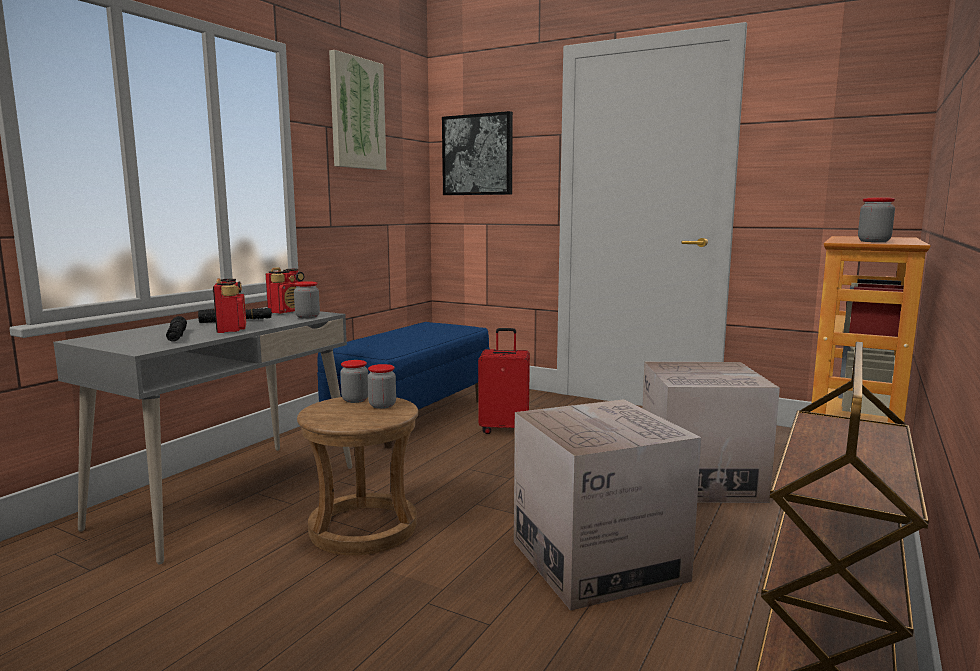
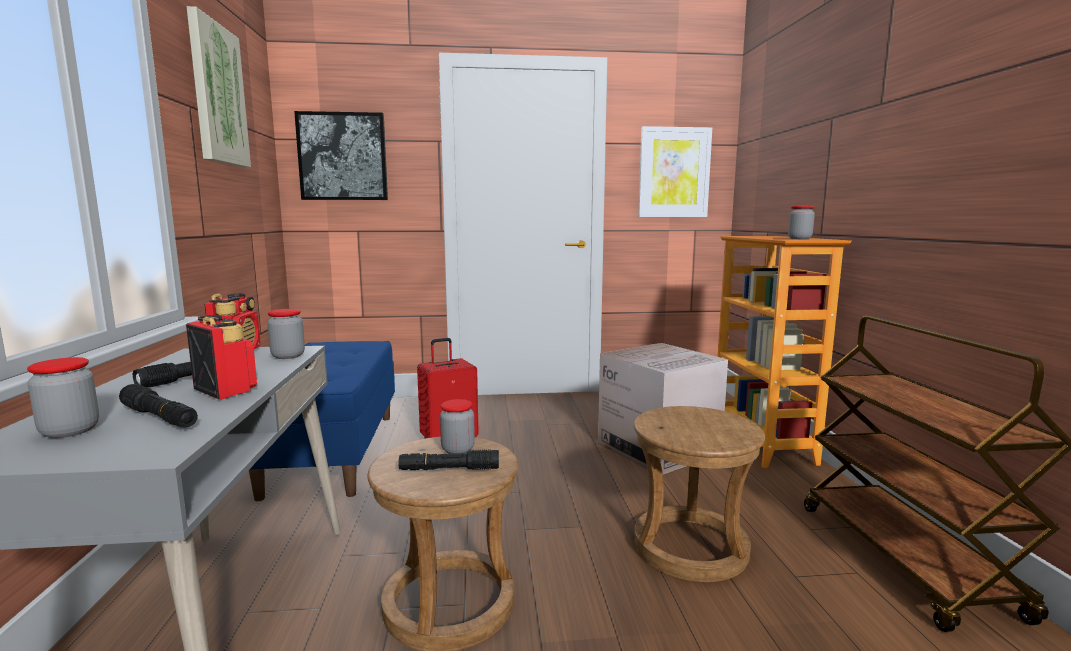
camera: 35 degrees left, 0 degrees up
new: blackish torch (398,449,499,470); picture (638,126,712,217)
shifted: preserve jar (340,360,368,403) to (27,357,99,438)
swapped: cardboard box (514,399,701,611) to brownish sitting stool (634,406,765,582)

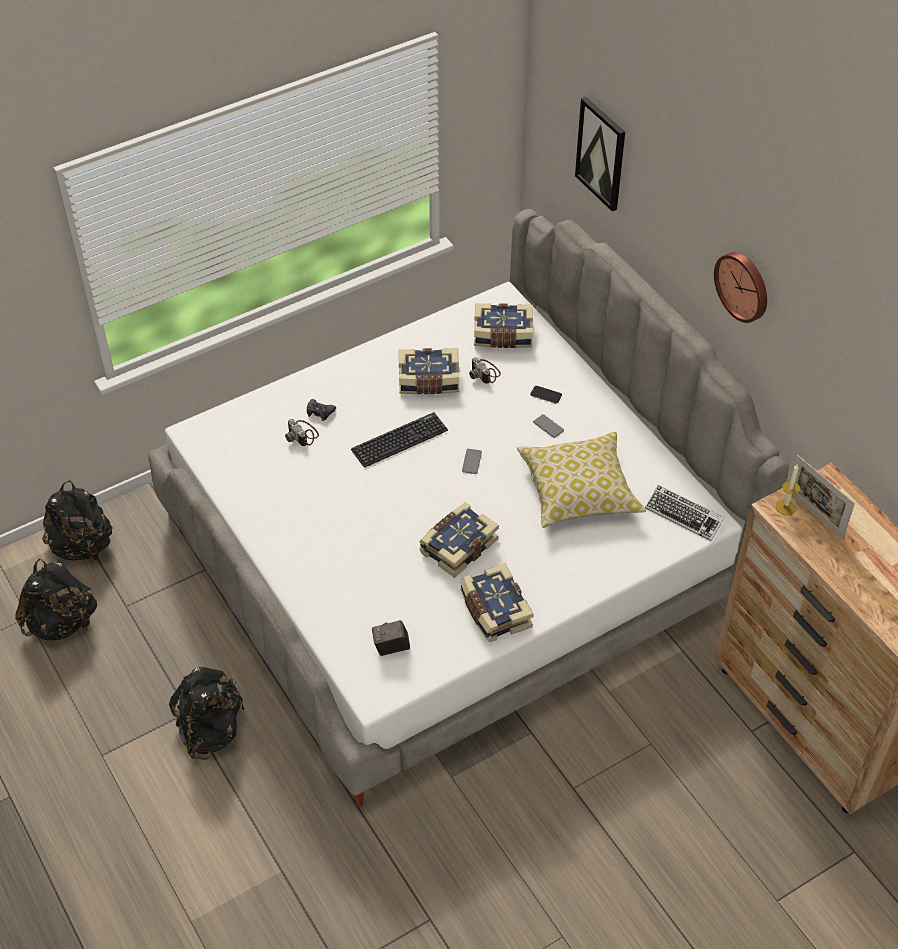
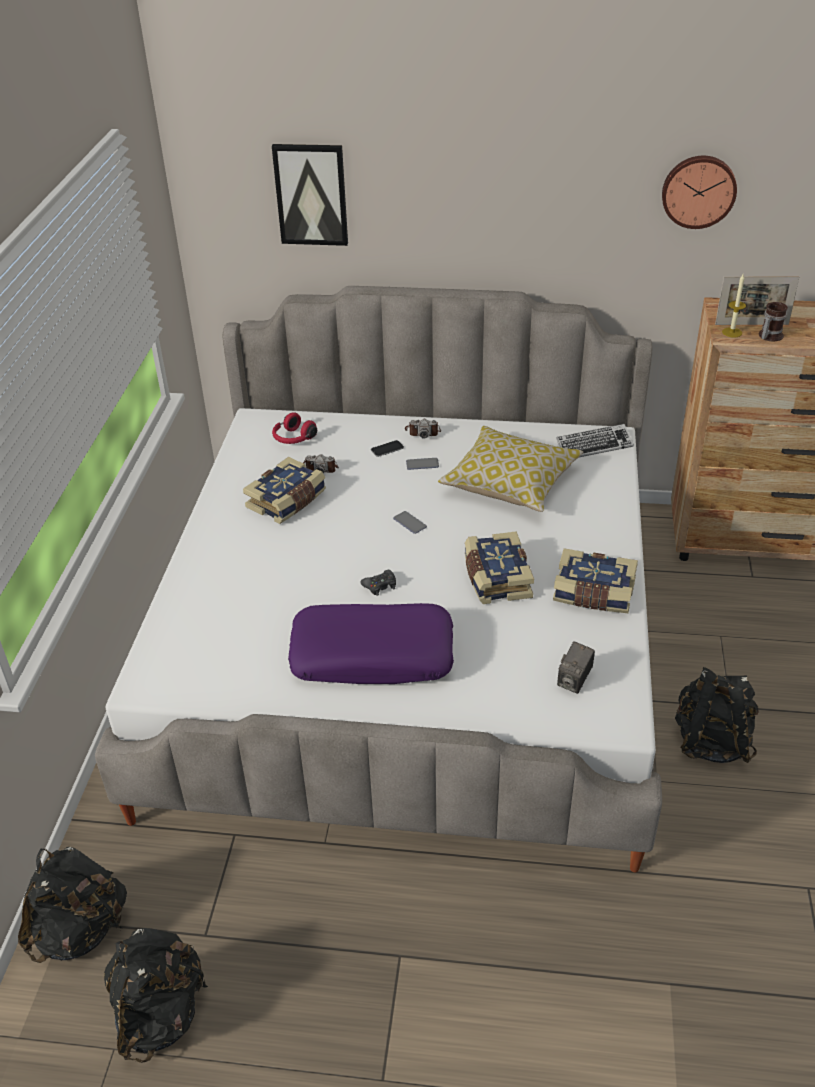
camera: 50 degrees left, 10 degrees down
gone: computer keyboard (351,412,448,467)
new: purple-coloured pillow (288,603,454,684); coffee mug (759,302,788,341)
shifted: blackish knapsack (169,667,245,760) to (675,667,759,763); photo camera (285,419,319,446) to (405,419,441,439); blackish joypad (307,399,336,421) to (360,570,396,596); wall clock (714,252,767,323) to (662,156,737,229)
swapped: book (474,303,533,348) to reddish headset (272,412,317,444)

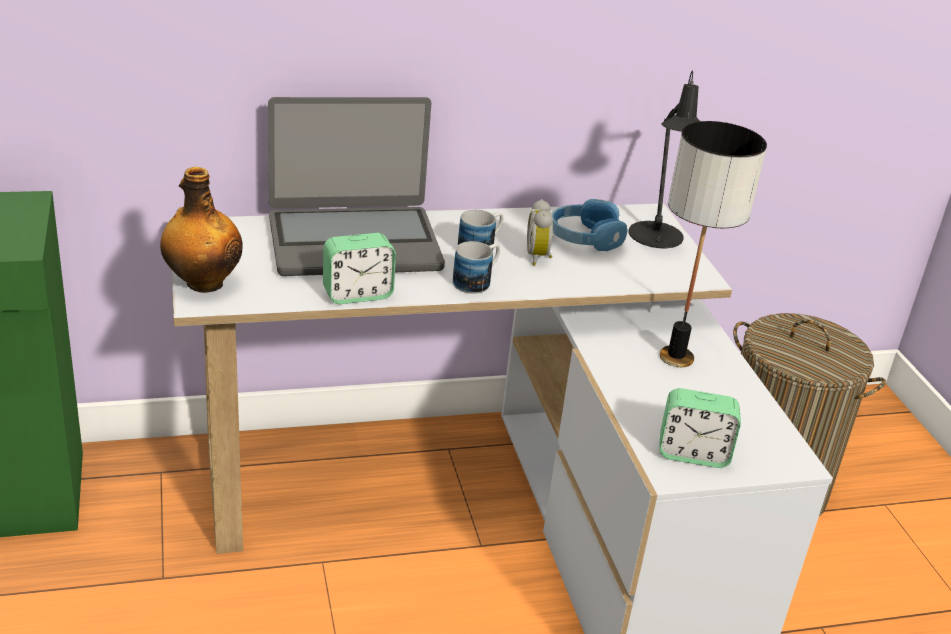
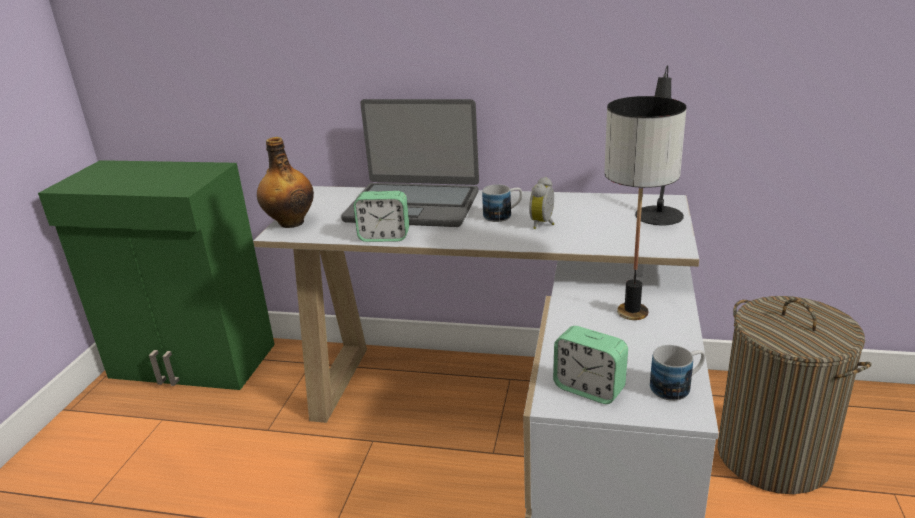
camera: 30 degrees right, 5 degrees down
gone: blue headset (552,199,628,251)
shifted: coffee mug (453,241,500,294) to (650,345,705,401)

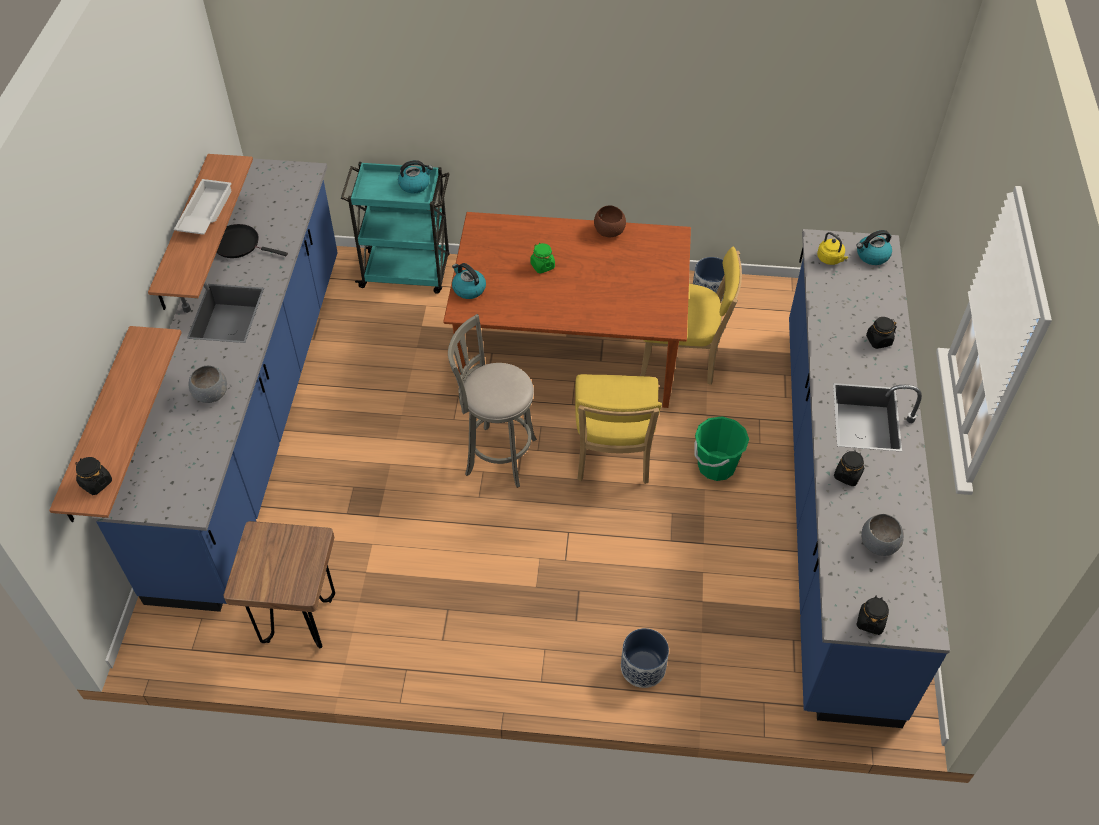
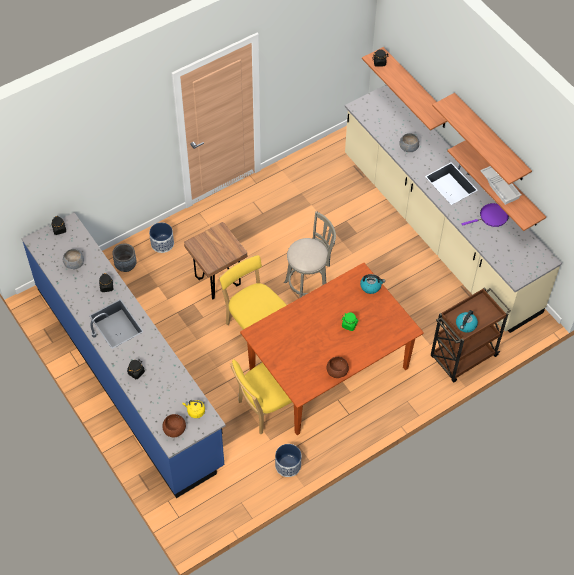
camera: 140 degrees right, 5 degrees up
gone: greenish pail (694,416,749,481)
new: gray flower pot (112,243,137,272); bracket shelf (432,93,532,185)
shifted: brownish sitting stool (224,521,335,648) to (184,222,247,299)
swapped: kettle (856,230,892,265) to brownish serving bowl (162,414,186,437)
repainted: blue counter (93,159,338,612) to sand-coloured counter (345,85,562,333); blackish skillet (216,224,288,258) to purple-coloured skillet (462,203,509,227); blue-green trolley (341,162,450,294) to brownish trolley (431,287,511,382)

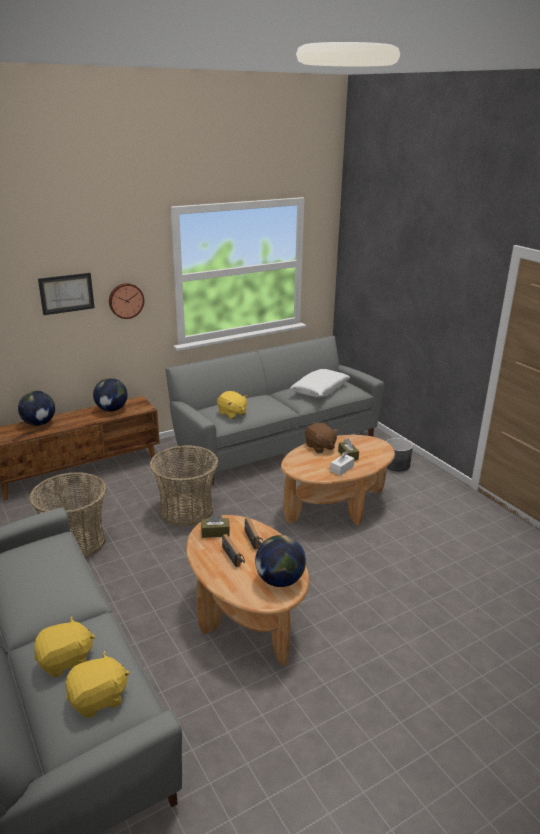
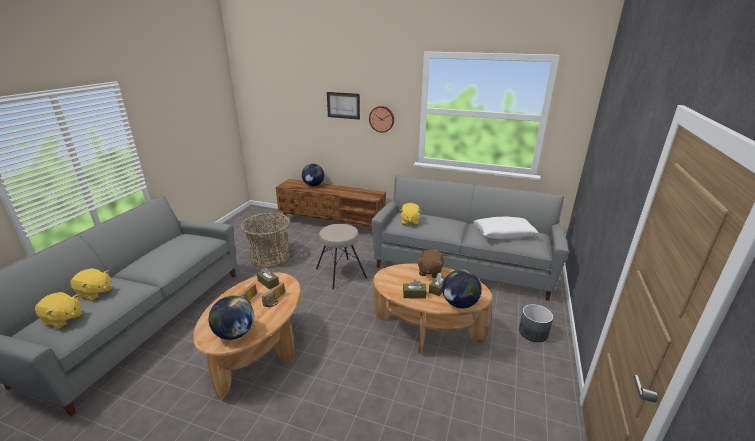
camera: 50 degrees right, 0 degrees up
shifted: desk globe (93,378,128,412) to (442,269,482,308)
swapped: household basket (150,445,219,526) to sand-coloured sitting stool (316,224,367,289)
repainted: white box of tissues (330,452,354,475) to brownish box of tissues (403,280,427,299)

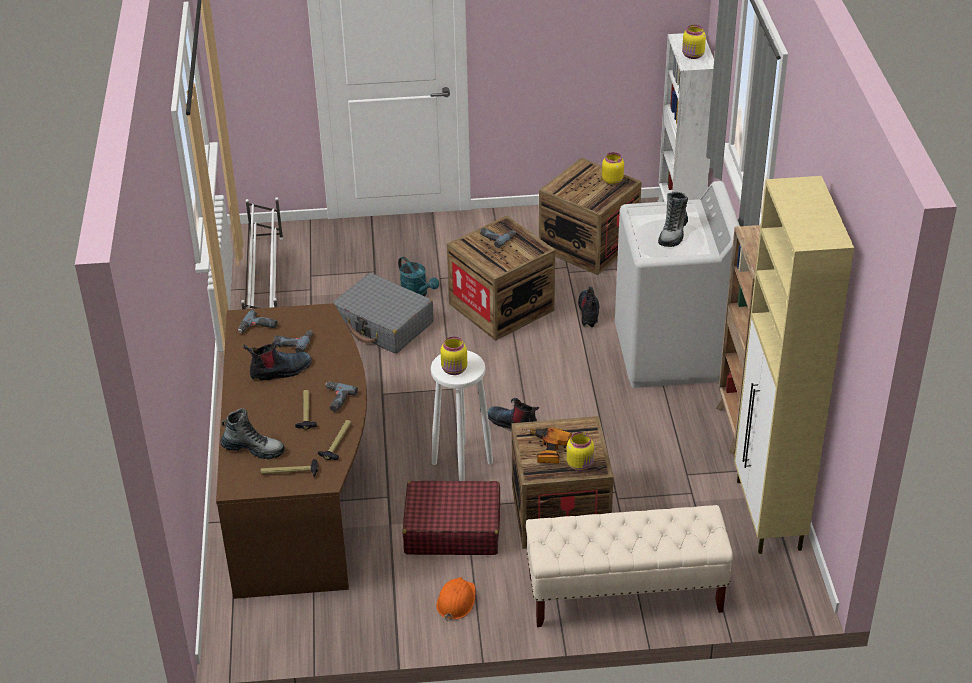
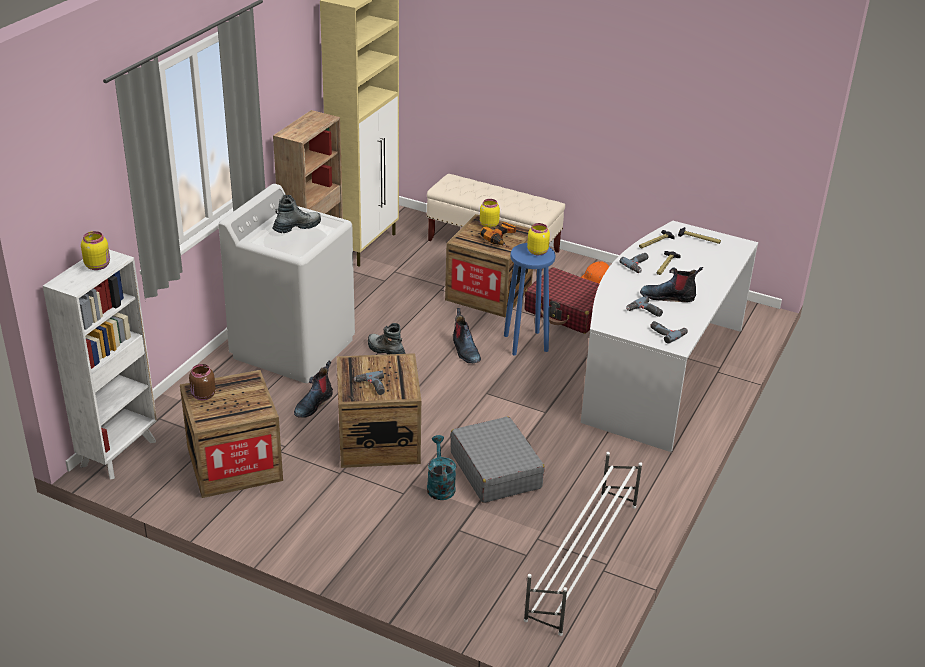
camera: 150 degrees left, 5 degrees down
shifted: tall boot (220,408,285,459) to (368,323,406,354)
repainted: brownish desk (216,303,367,599) to white desk (581,221,758,452); white sitting stool (431,351,493,481) to blue sitting stool (504,243,556,355); yellowish preserve jar (602,152,624,185) to brownish preserve jar (189,364,216,400)

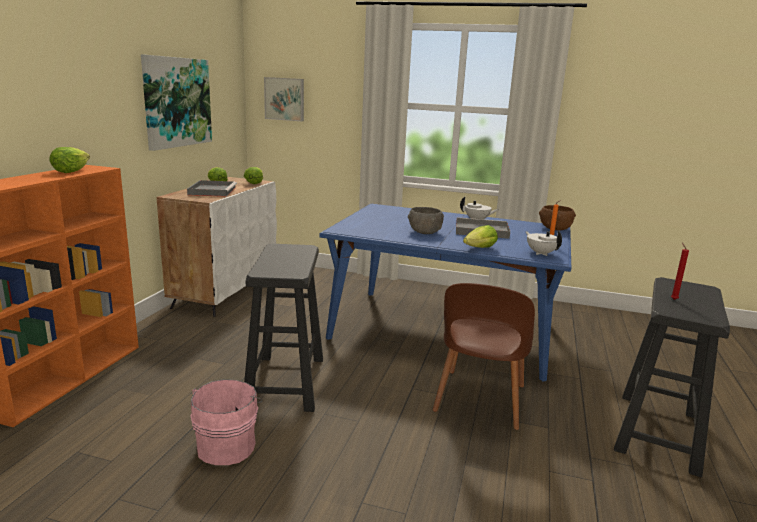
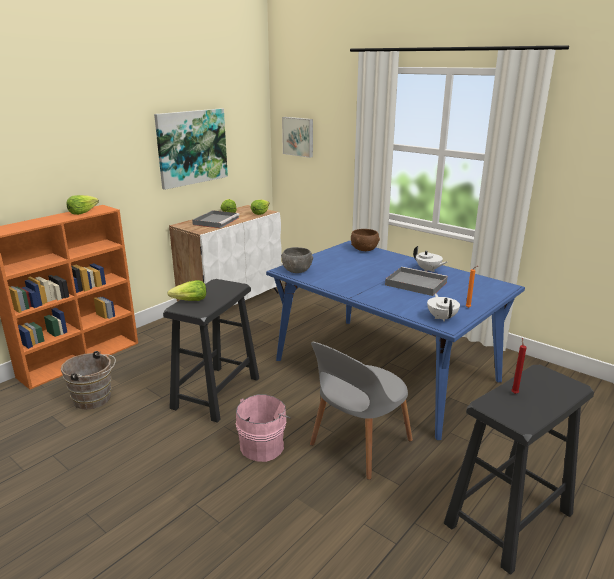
camera: 25 degrees right, 5 degrees up
new: brownish pail (61,351,116,410)
shifted: pink-coloured pail (191,379,263,465) to (236,395,291,462); gray serving bowl (408,207,444,234) to (281,247,313,273); head of lettuce (463,225,498,248) to (167,280,206,301); brownish serving bowl (539,205,576,231) to (351,229,380,251)
repainted: brownish plain chair (433,283,535,430) to gray plain chair (310,342,413,480)

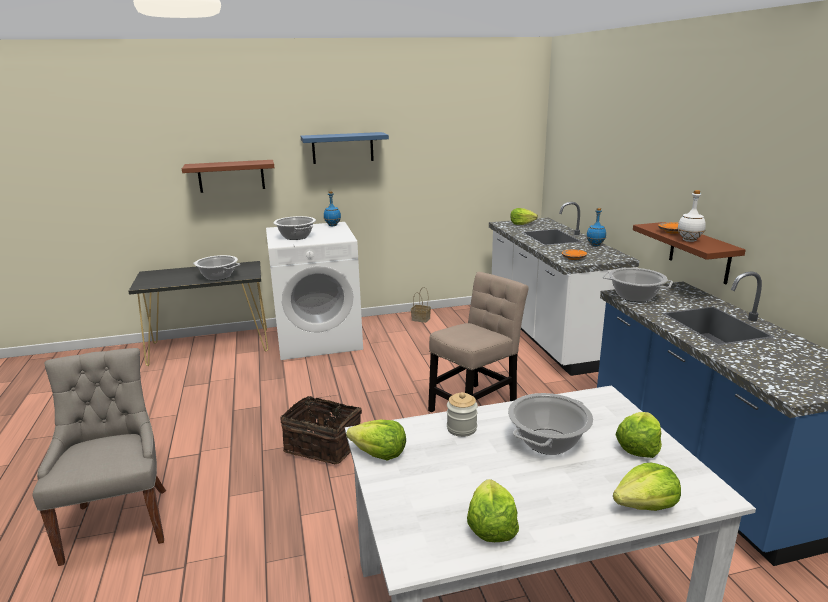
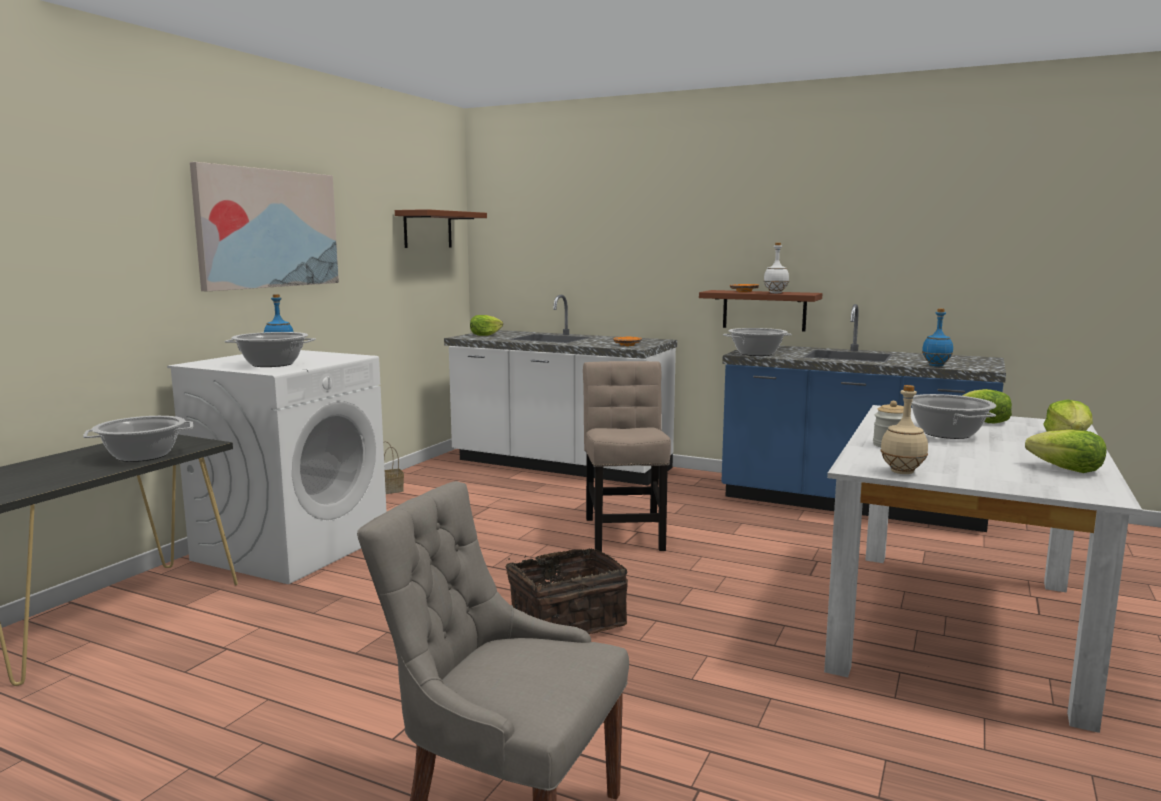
camera: 50 degrees left, 10 degrees down
shifted: brownish bracket shelf (182,160,274,193) to (395,209,487,248); blue drink bottle (586,208,606,246) to (922,308,953,366)
swapped: blue bracket shelf (301,132,389,164) to picture (190,162,339,291); head of lettuce (346,419,406,461) to sand-coloured drink bottle (880,385,928,474)

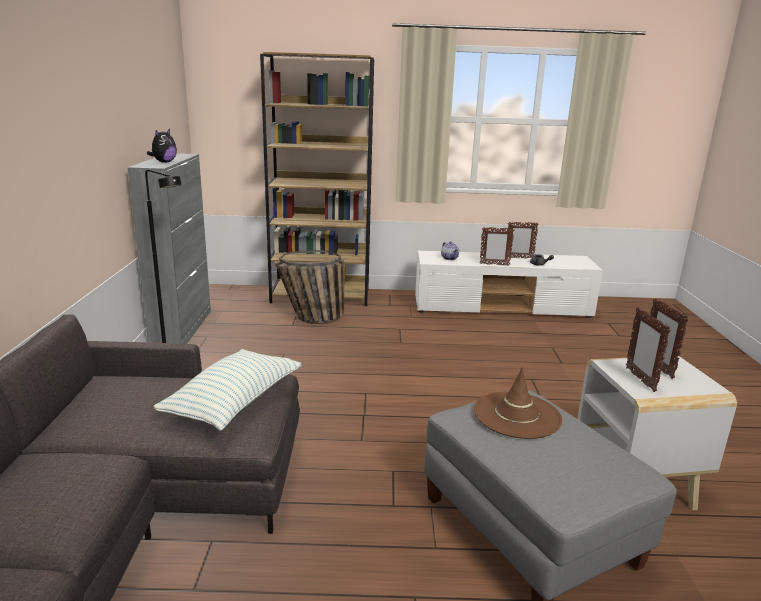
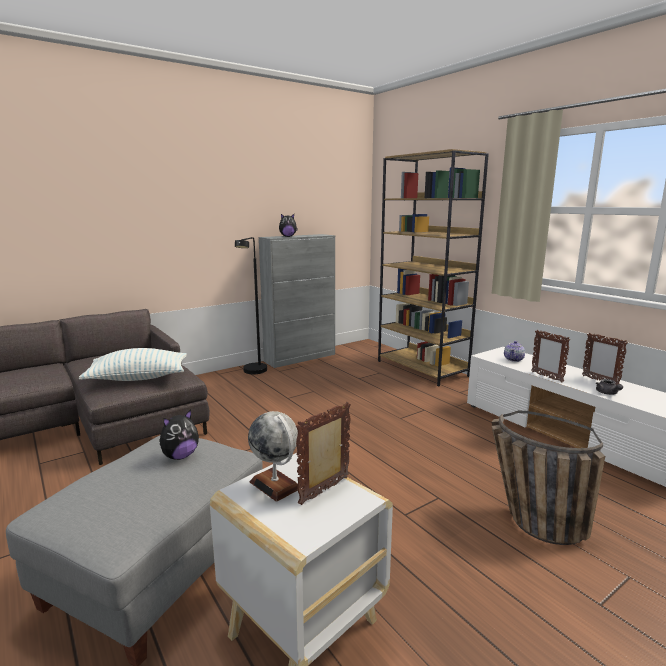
camera: 55 degrees right, 5 degrees down
shifted: household basket (275,250,344,324) to (492,410,605,545)
swapped: brownish wearable hat (474,367,562,439) to cuddly toy (159,410,199,460); standing frame (626,307,671,392) to desk globe (248,411,298,502)

